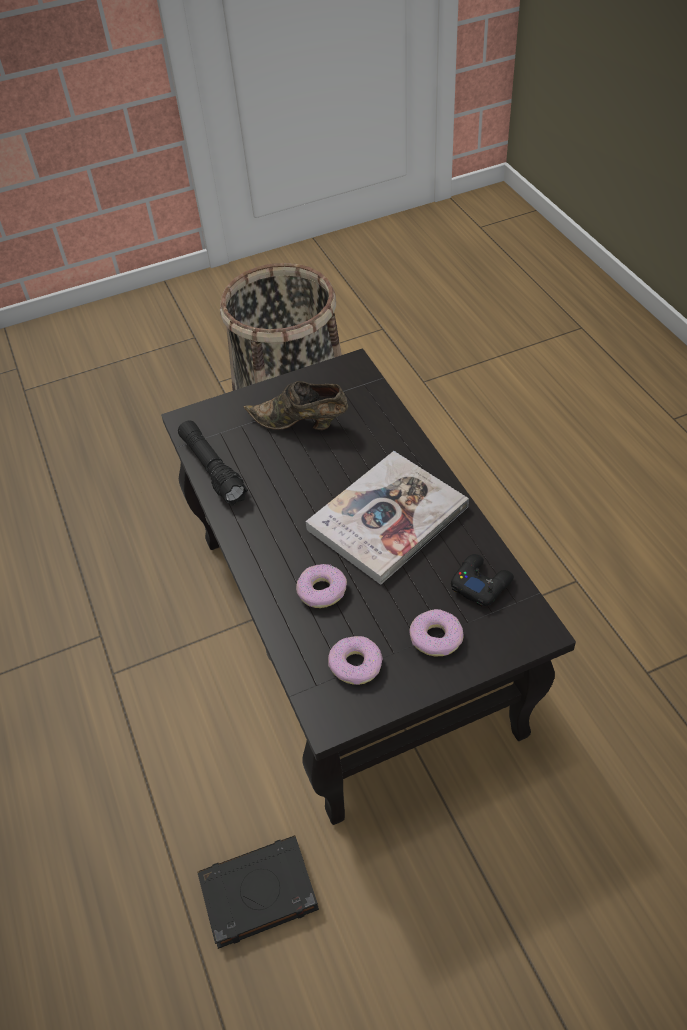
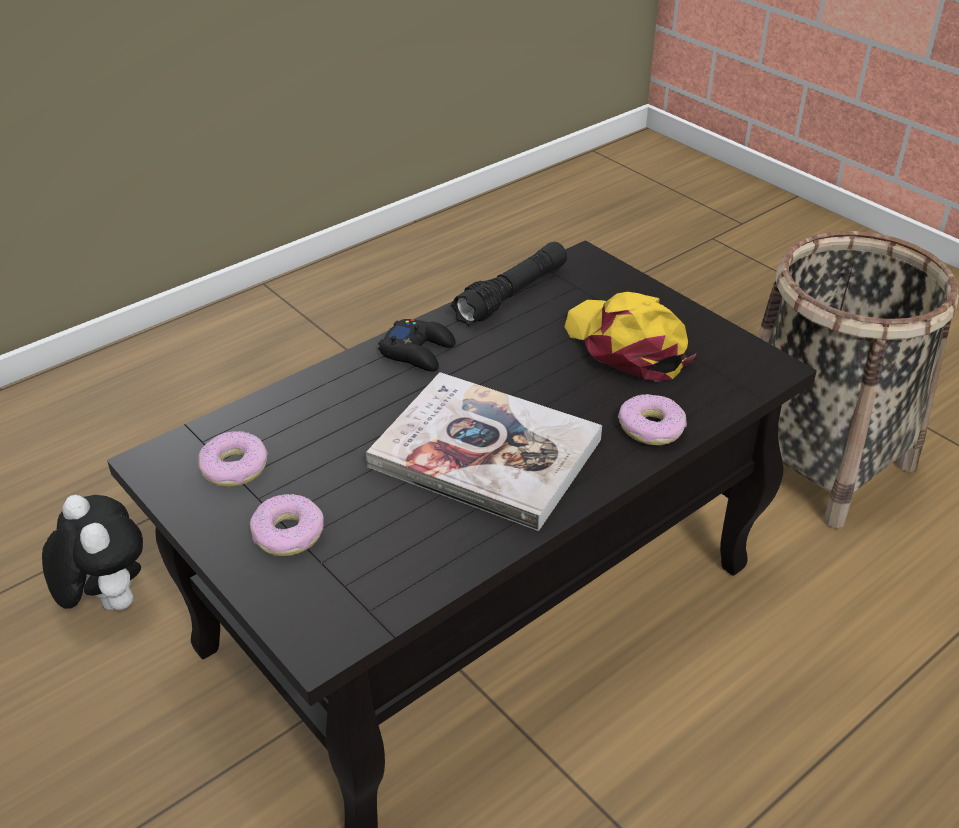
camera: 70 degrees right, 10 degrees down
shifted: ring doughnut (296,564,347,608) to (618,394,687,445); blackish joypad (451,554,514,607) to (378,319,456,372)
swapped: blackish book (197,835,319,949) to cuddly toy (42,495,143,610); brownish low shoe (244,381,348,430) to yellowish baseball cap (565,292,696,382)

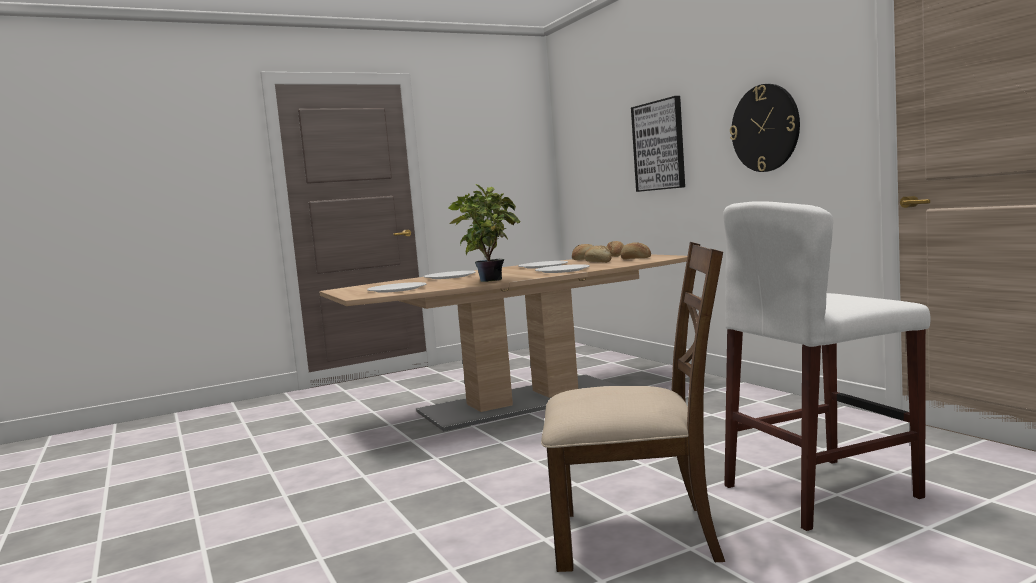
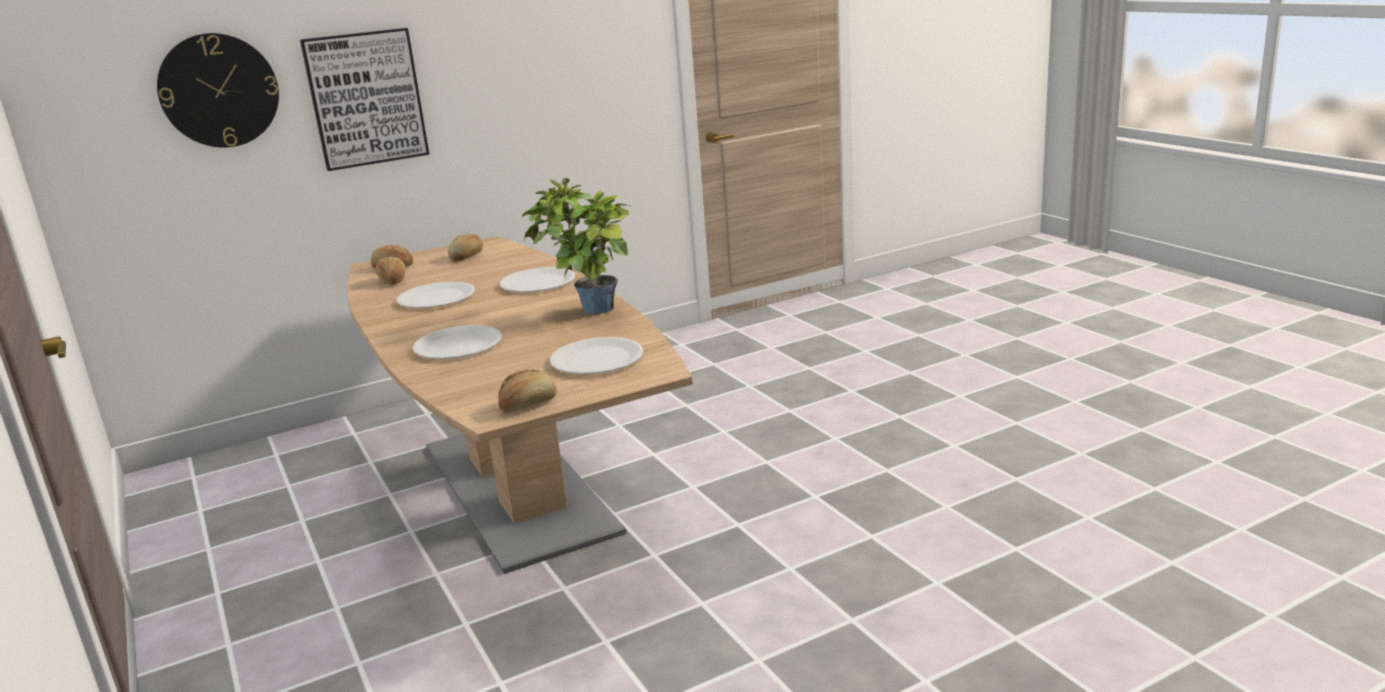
camera: 90 degrees left, 15 degrees up
gone: brownish plain chair (541,242,725,572); white sitting stool (723,201,930,531)
shifted: bread (585,246,612,263) to (498,369,557,413); wall clock (730,84,800,172) to (157,33,279,148)

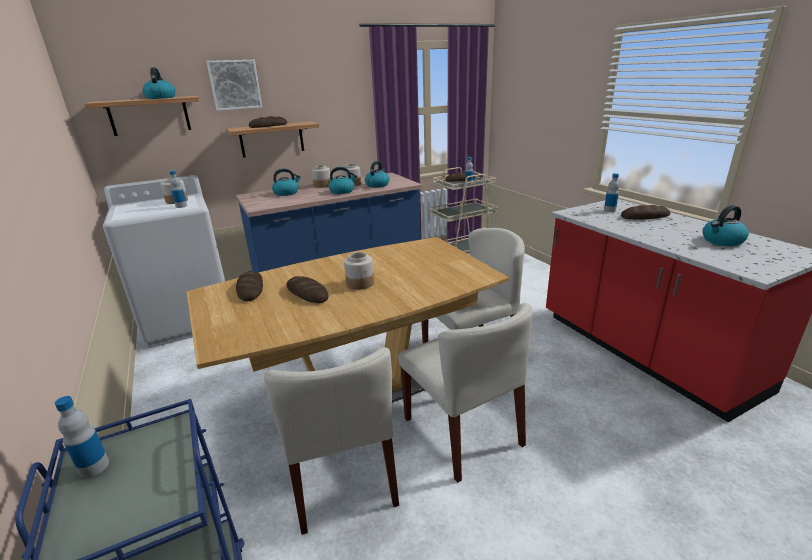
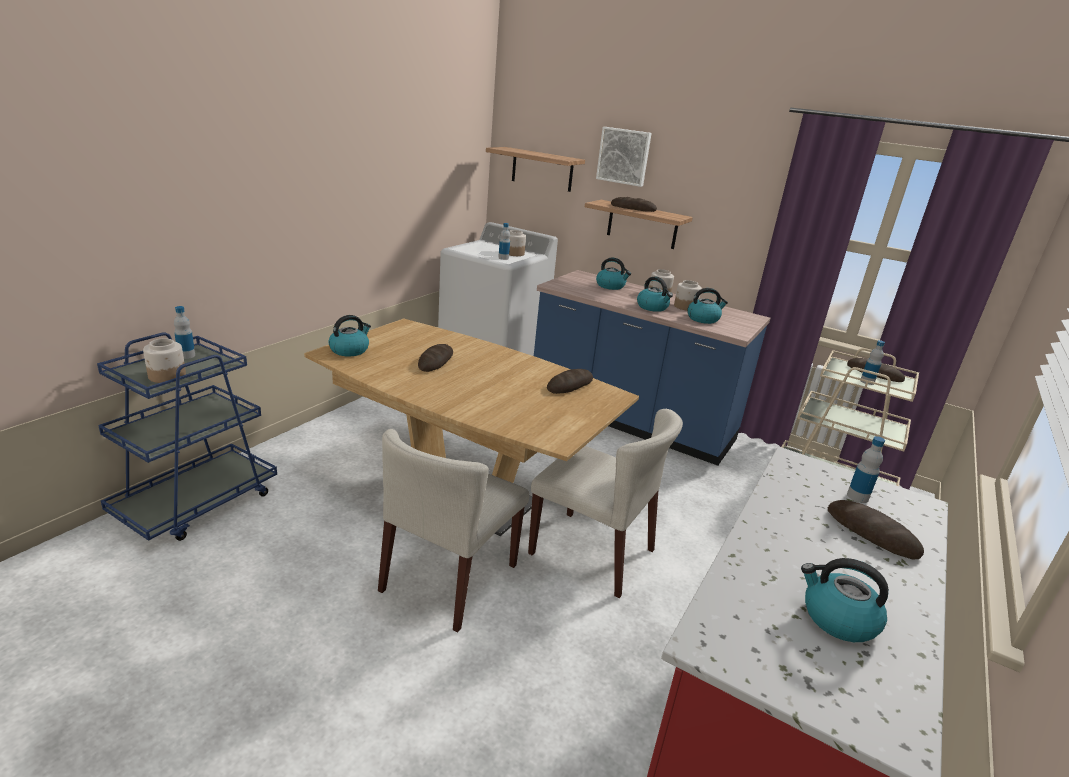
camera: 55 degrees right, 0 degrees up
gone: sand-coloured plain chair (264,347,399,535)
shifted: kettle (143,67,176,99) to (328,315,371,357); bread (236,271,263,301) to (547,369,593,394); preserve jar (344,252,374,290) to (143,338,186,383)

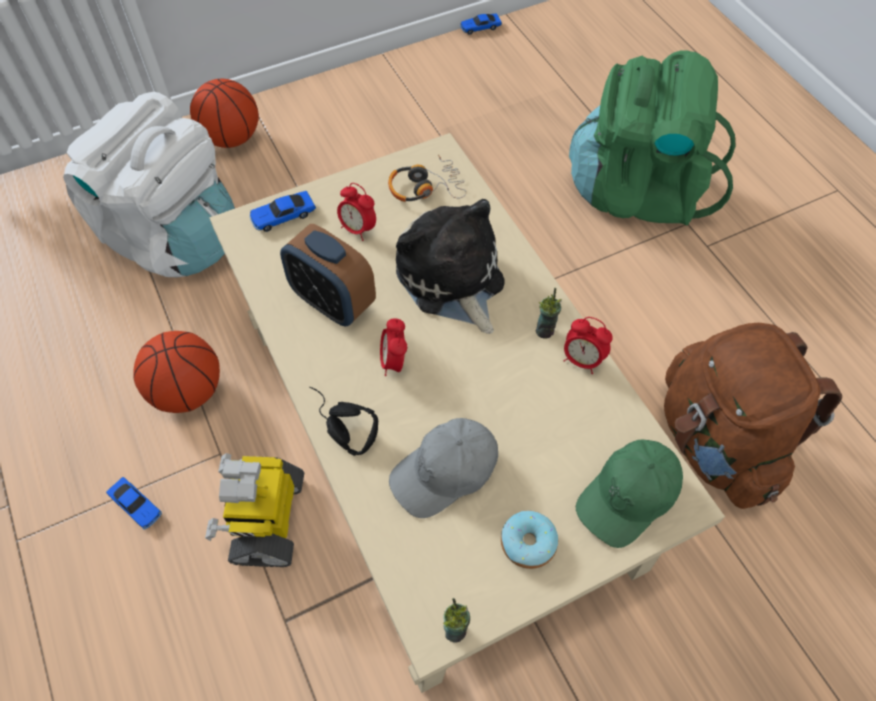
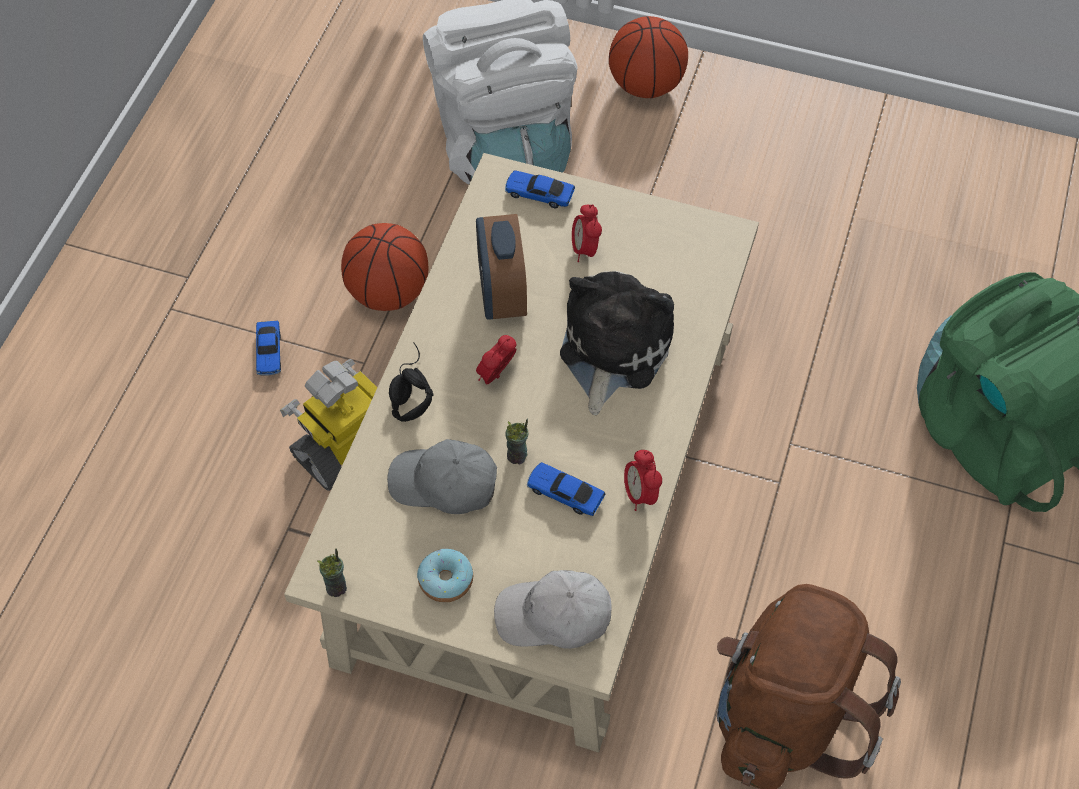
camera: 45 degrees right, 0 degrees up
gone: headset (388,155,466,202)
shifted: model car (460,14,502,35) to (527,462,606,516); drinking cup (536,288,562,338) to (505,419,529,464)
repainted: greenish baseball cap (576,440,683,548) to white baseball cap (494,570,612,649)

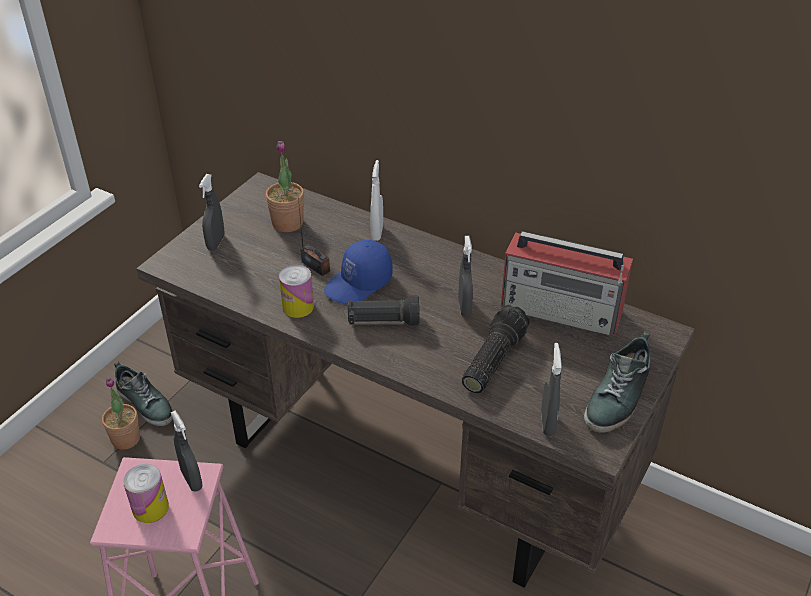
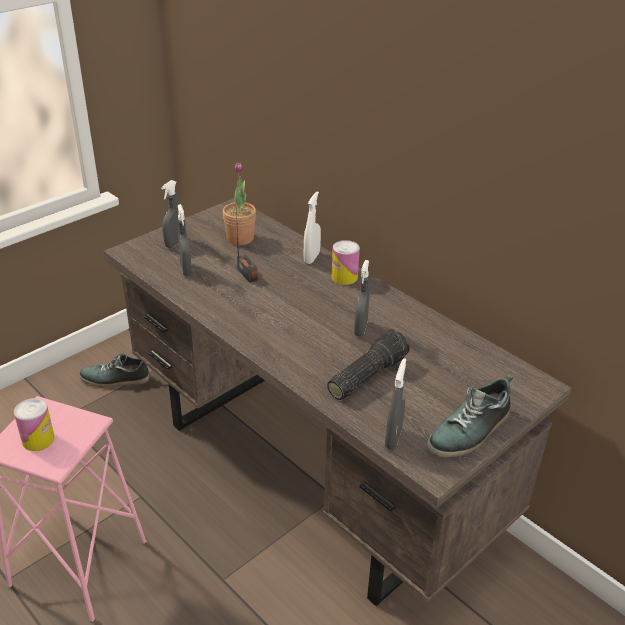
camera: 15 degrees right, 5 degrees down
gone: potted plant (102,378,140,450); blue baseball cap (324,240,392,305); blackish torch (347,295,420,326); radio set (501,231,633,336)
shifted: gray spray bottle (171,410,202,491) to (178,204,192,276); metal can (279,265,314,318) to (332,240,360,285)
rotated: low shoe (114,362,173,426) = (79,353,149,387) 120 degrees clockwise

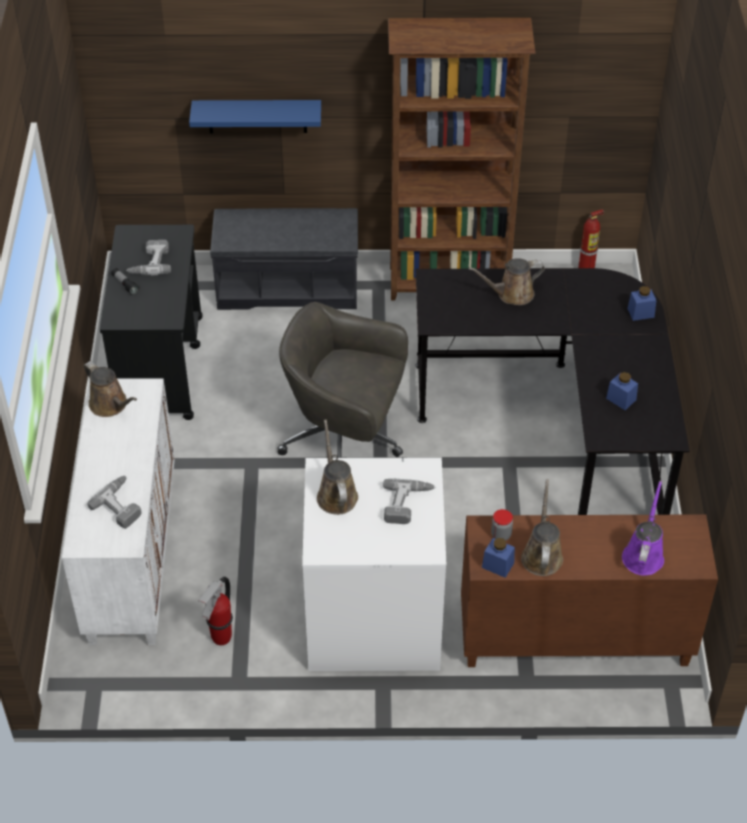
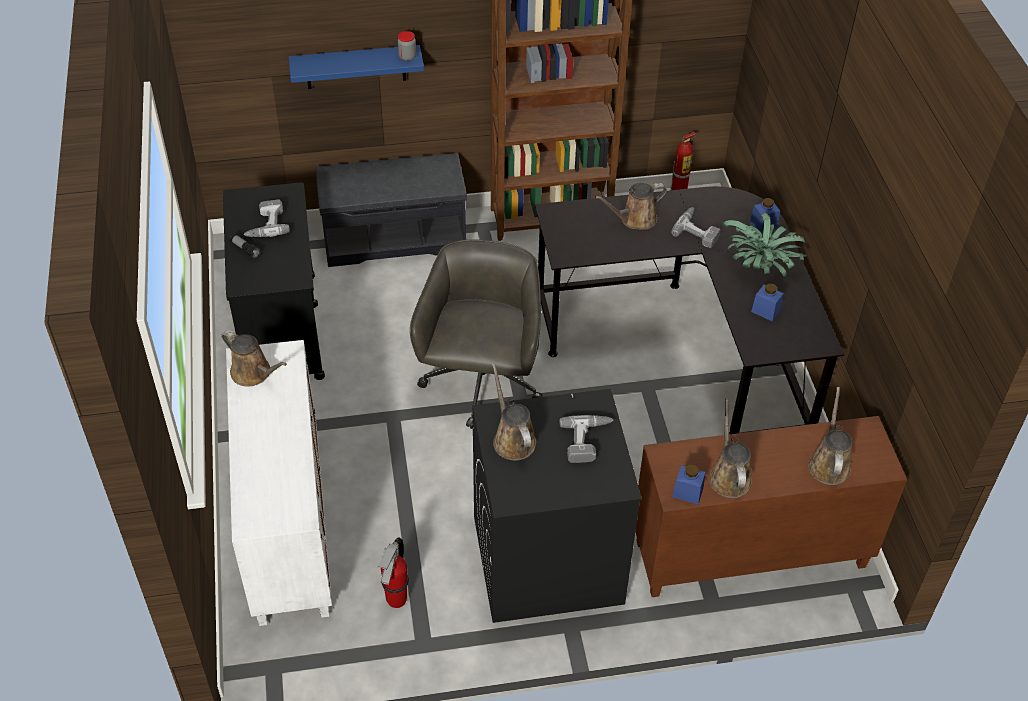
camera: 10 degrees left, 0 degrees up
new: potted plant (722,212,806,278)
shifted: power drill (87,476,142,529) to (671,207,720,248); preserve jar (491,509,513,540) to (398,31,416,61)
repainted: white laundry machine (302,457,446,671) to blackish laundry machine (472,389,642,623); purple-coloured watering pot (622,480,664,576) to brownish watering pot (808,387,852,485)
rotated: gray computer chair (278,302,408,458) = (410,239,542,429) 90 degrees clockwise

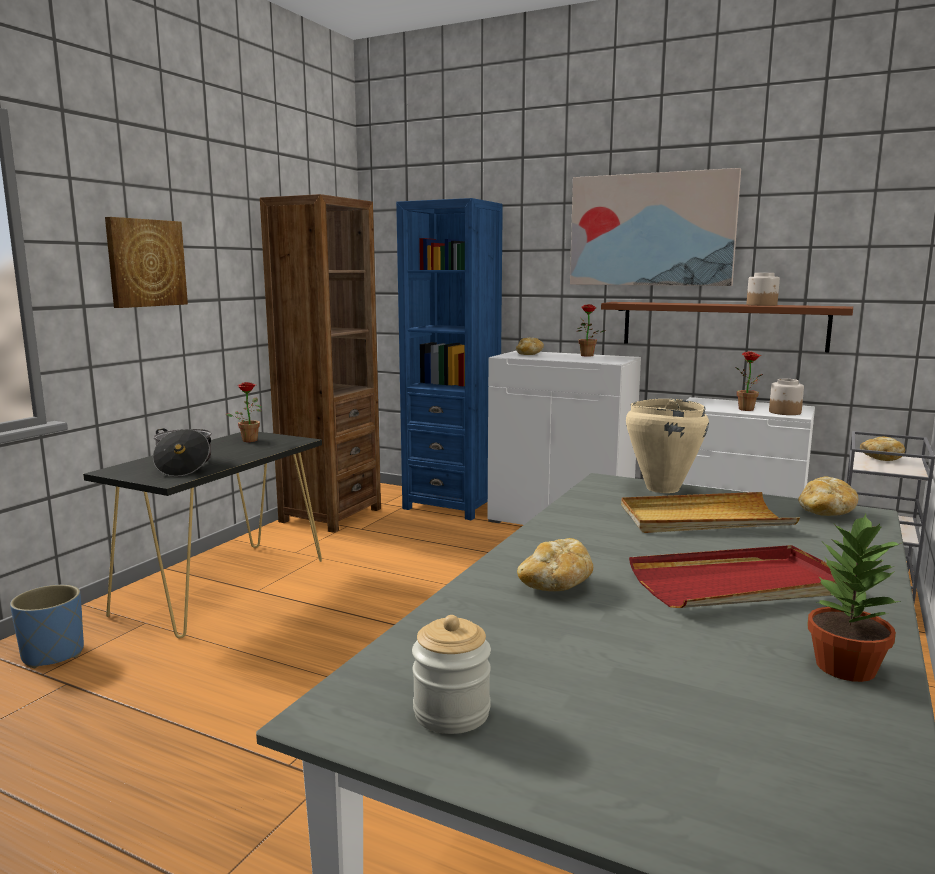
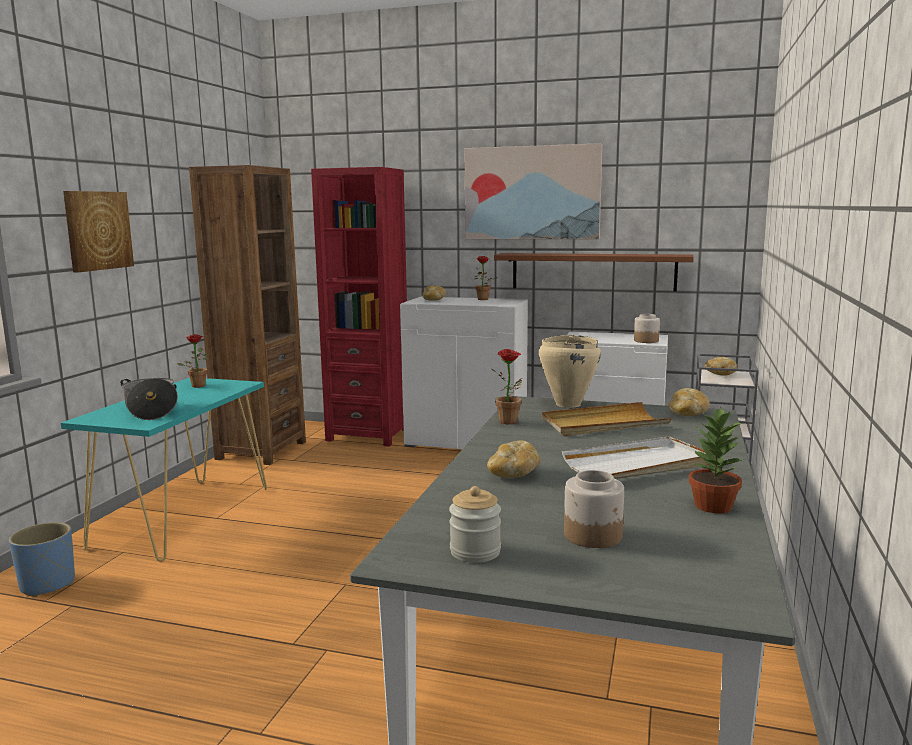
camera: 10 degrees left, 0 degrees up
shifted: potted plant (736,351,763,411) to (492,349,522,424); preserve jar (747,273,780,306) to (564,470,624,548)
repainted: blackish console table (83,432,322,638) to blue-green console table (61,378,267,561); blue bookshelf (396,198,503,520) to reddish bookshelf (311,167,407,447); reddish carrying tray (629,545,836,608) to white carrying tray (562,436,709,479)

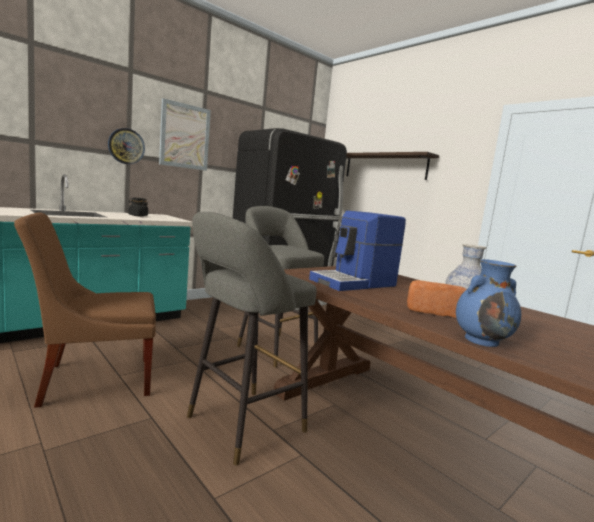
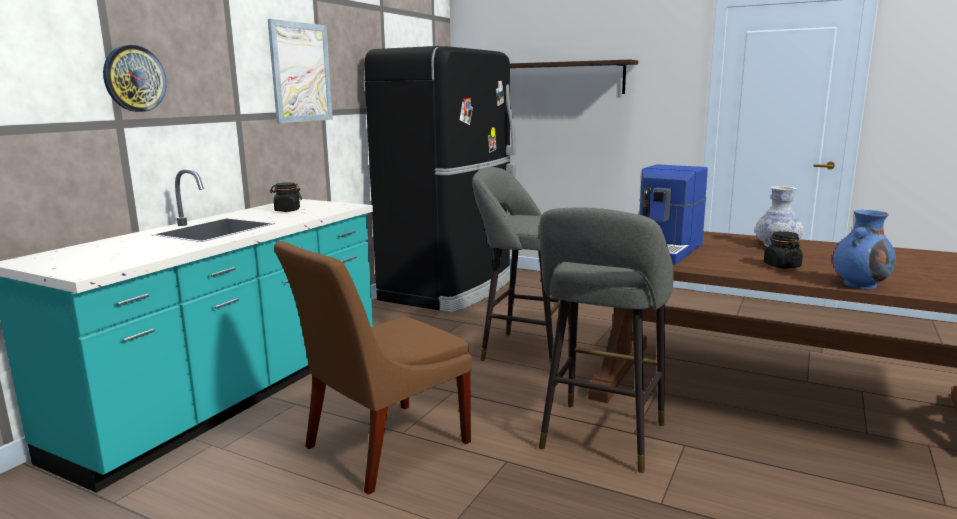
camera: 20 degrees left, 5 degrees up
shifted: wall clock (108,128,145,164) to (103,45,166,112)
swapped: bread (407,280,467,318) to blackish preserve jar (764,231,803,268)

